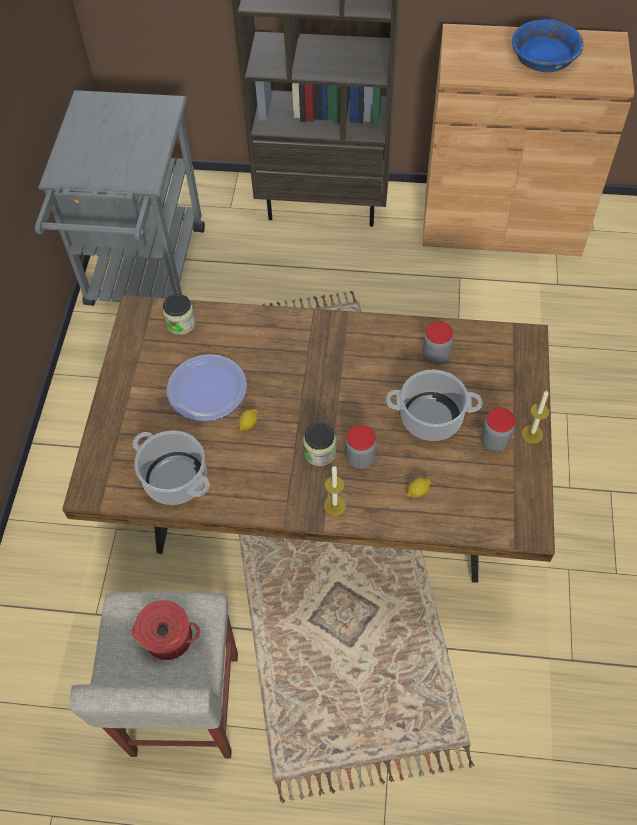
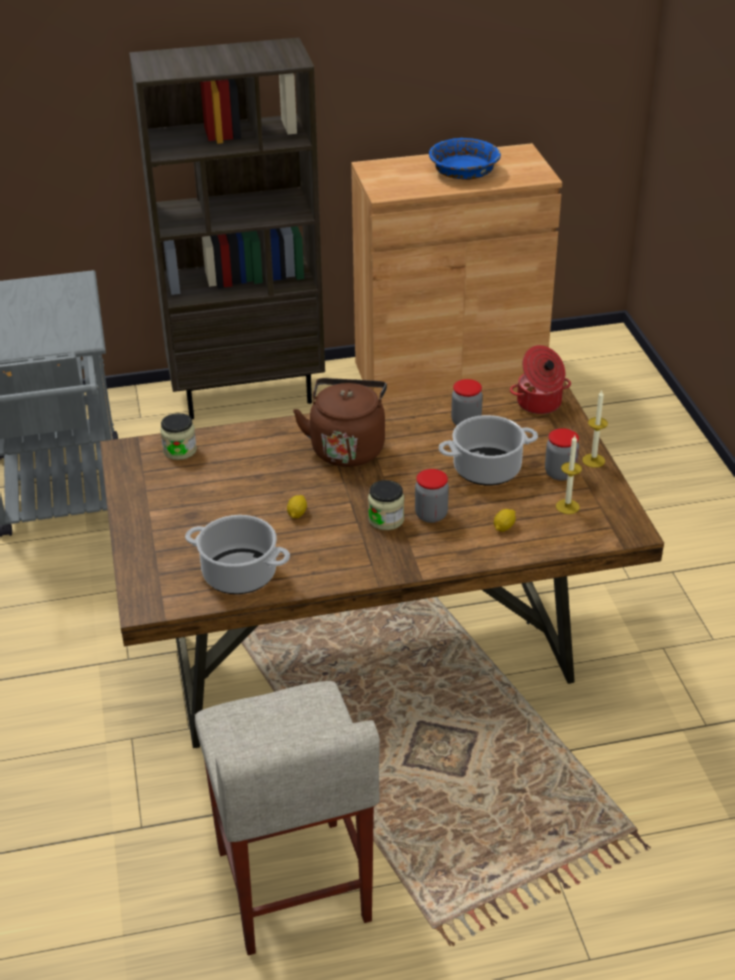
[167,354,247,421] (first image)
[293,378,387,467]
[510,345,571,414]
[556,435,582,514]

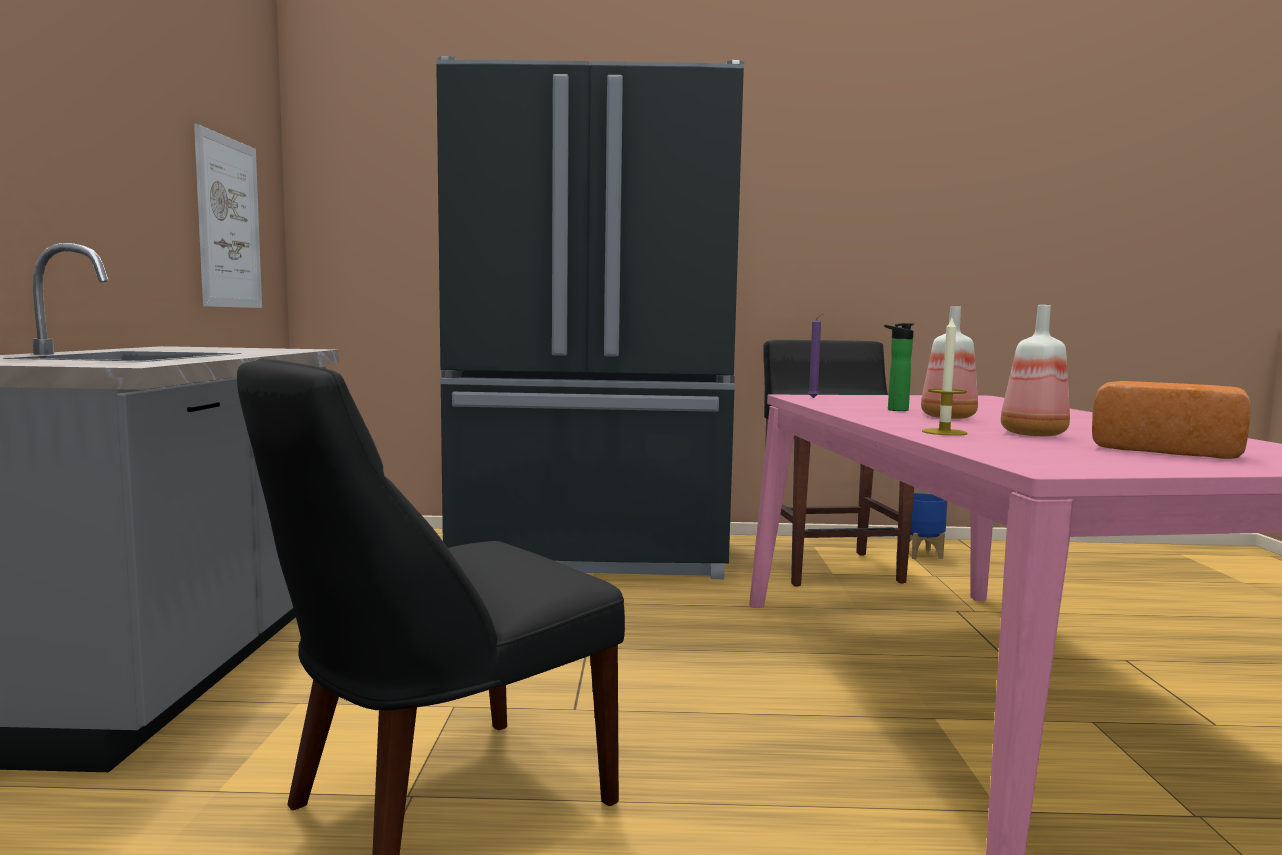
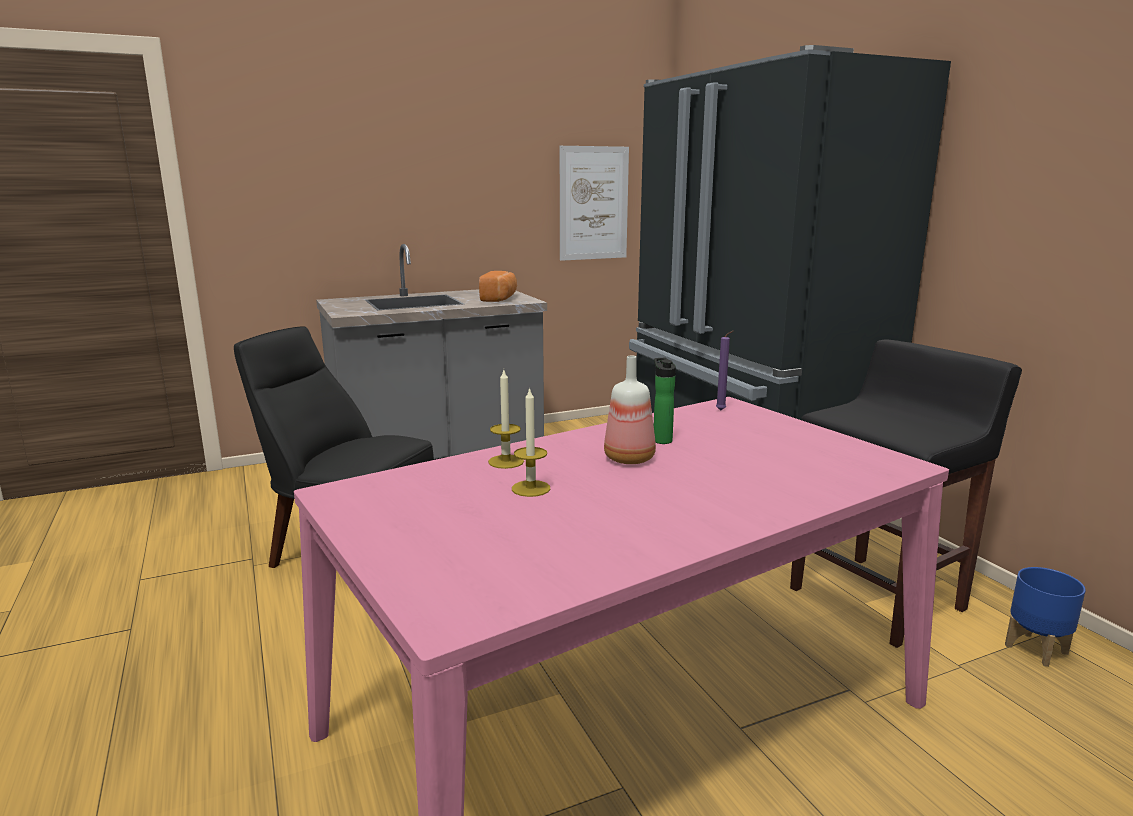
[479,271,517,302]
[512,387,550,497]

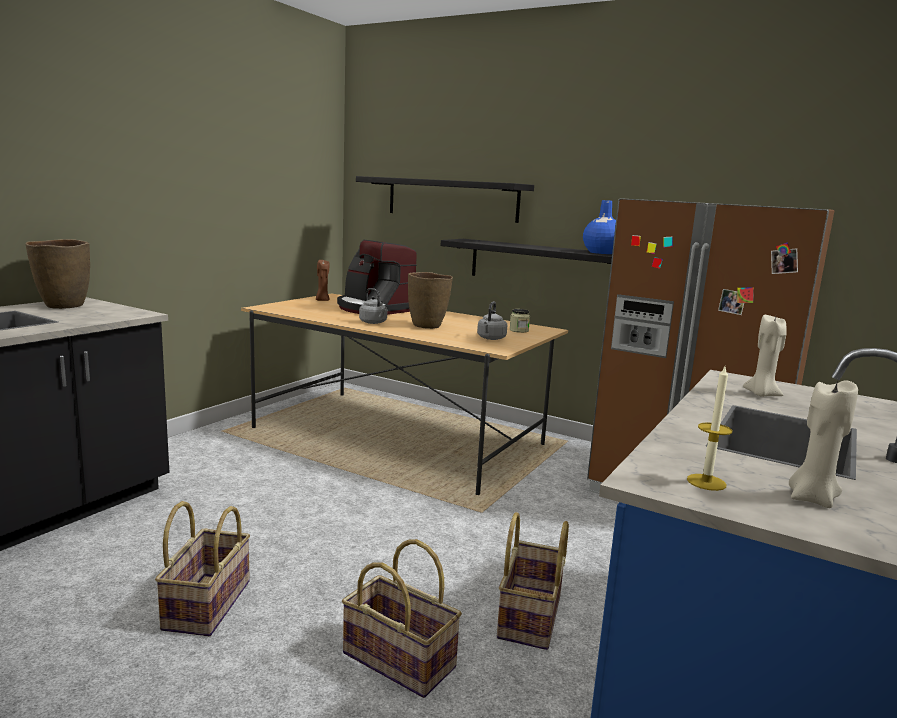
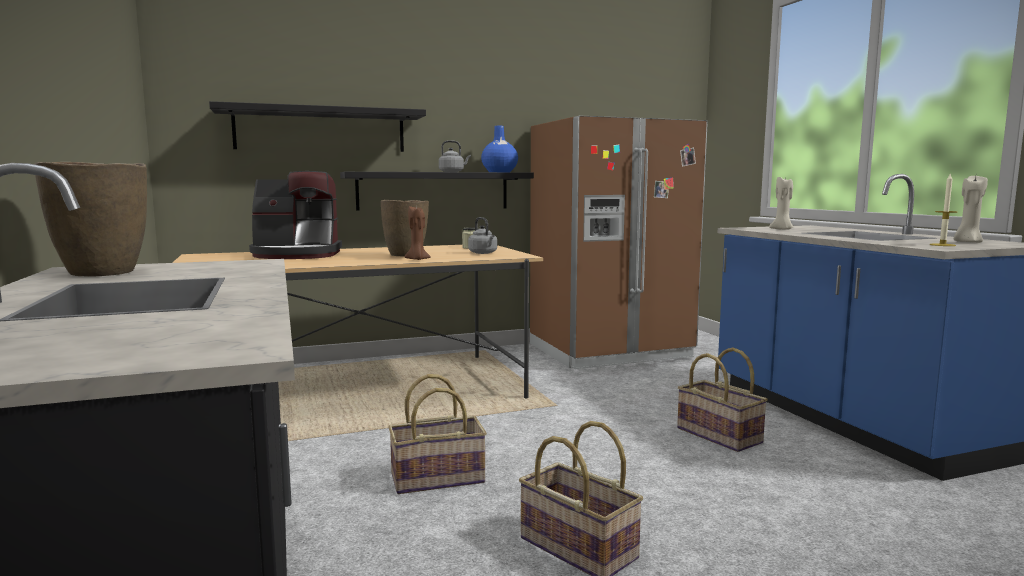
[405,205,431,260]
[388,374,487,494]
[439,140,471,172]

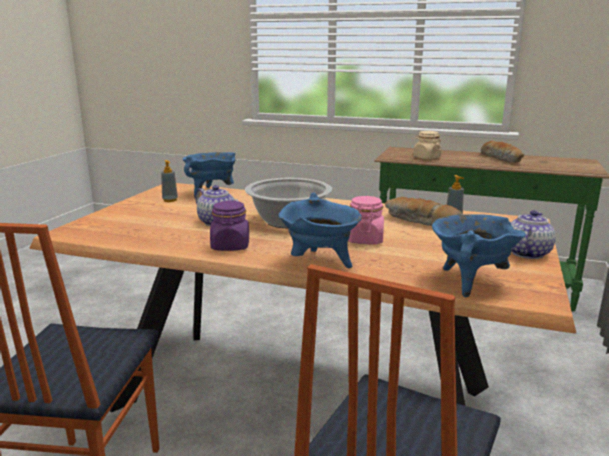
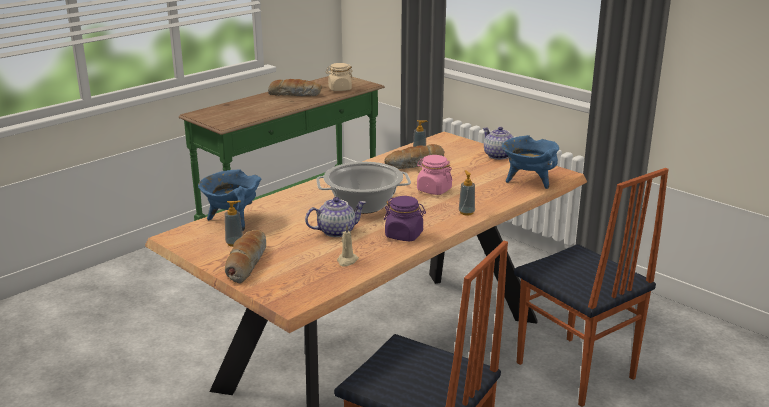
[225,230,266,284]
[337,225,359,267]
[325,63,354,91]
[459,170,475,216]

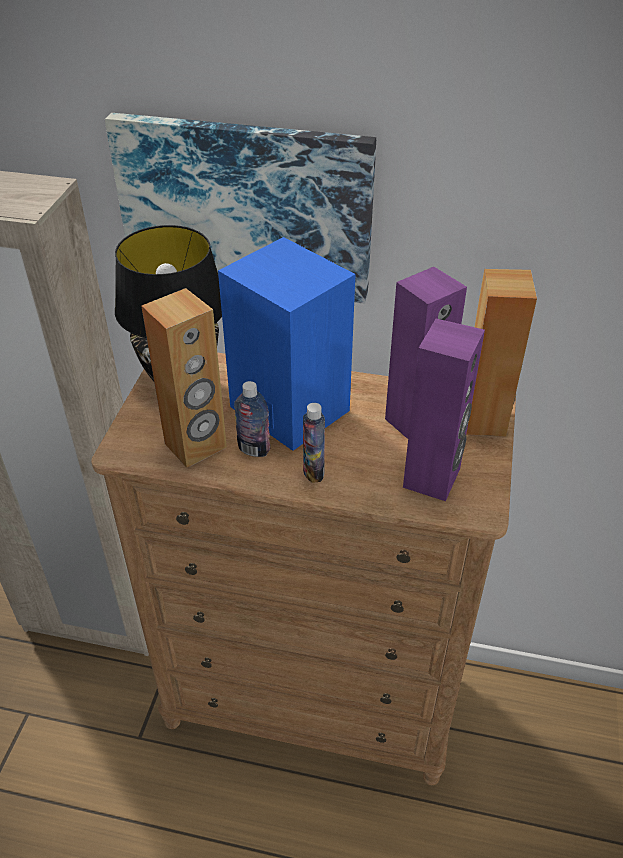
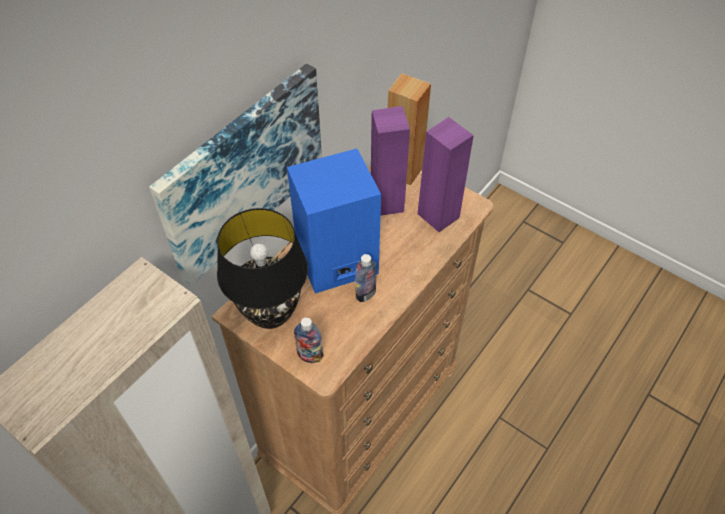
[141,288,227,468] (first image)
[294,317,323,363]

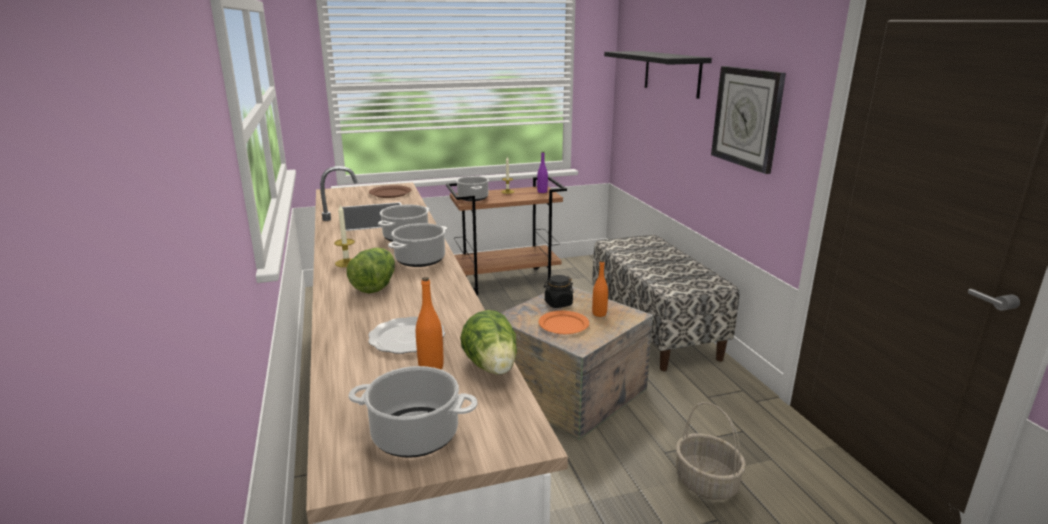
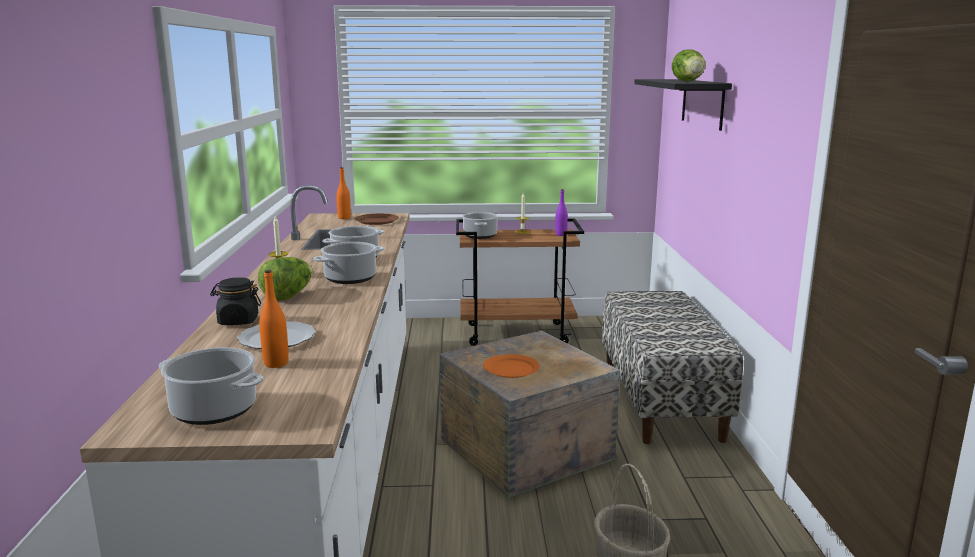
[711,66,786,174] (first image)
[672,49,705,81]
[210,277,261,325]
[336,167,351,219]

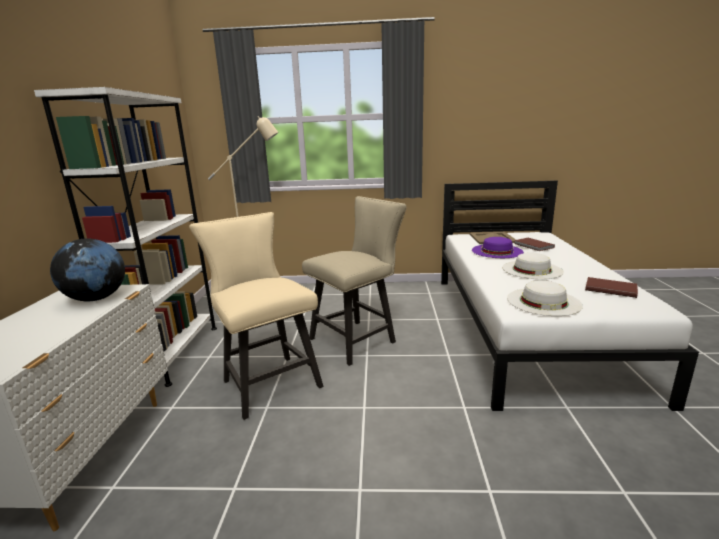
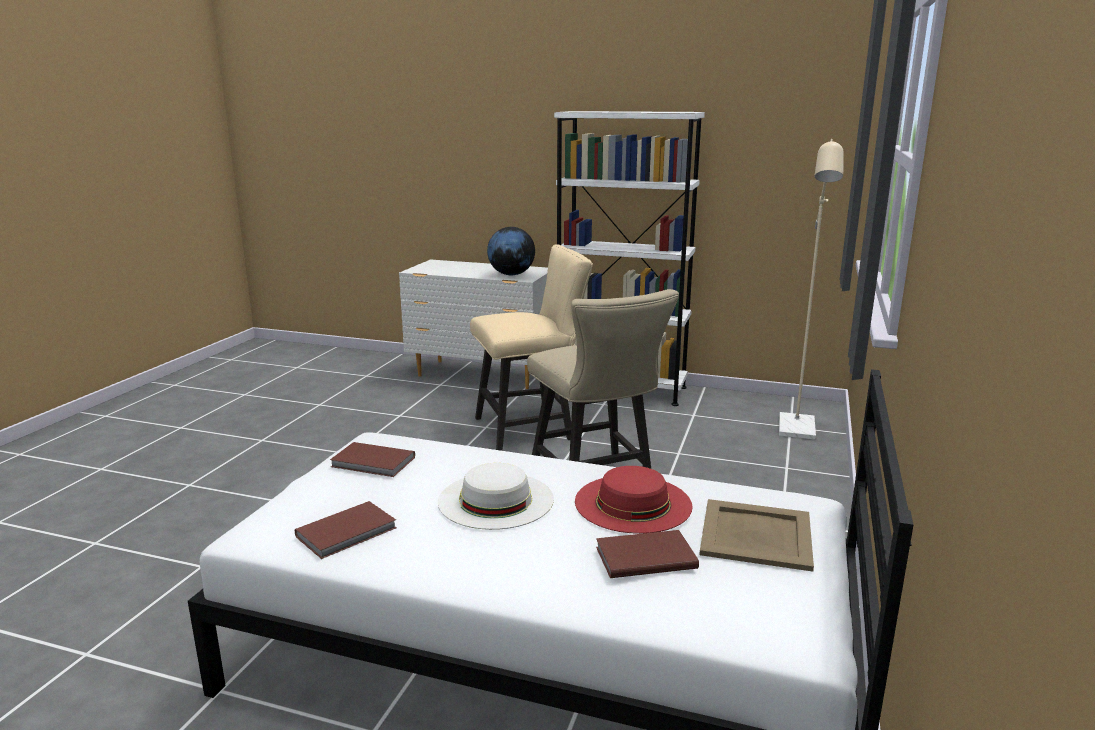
[330,442,415,477]
[575,466,693,534]

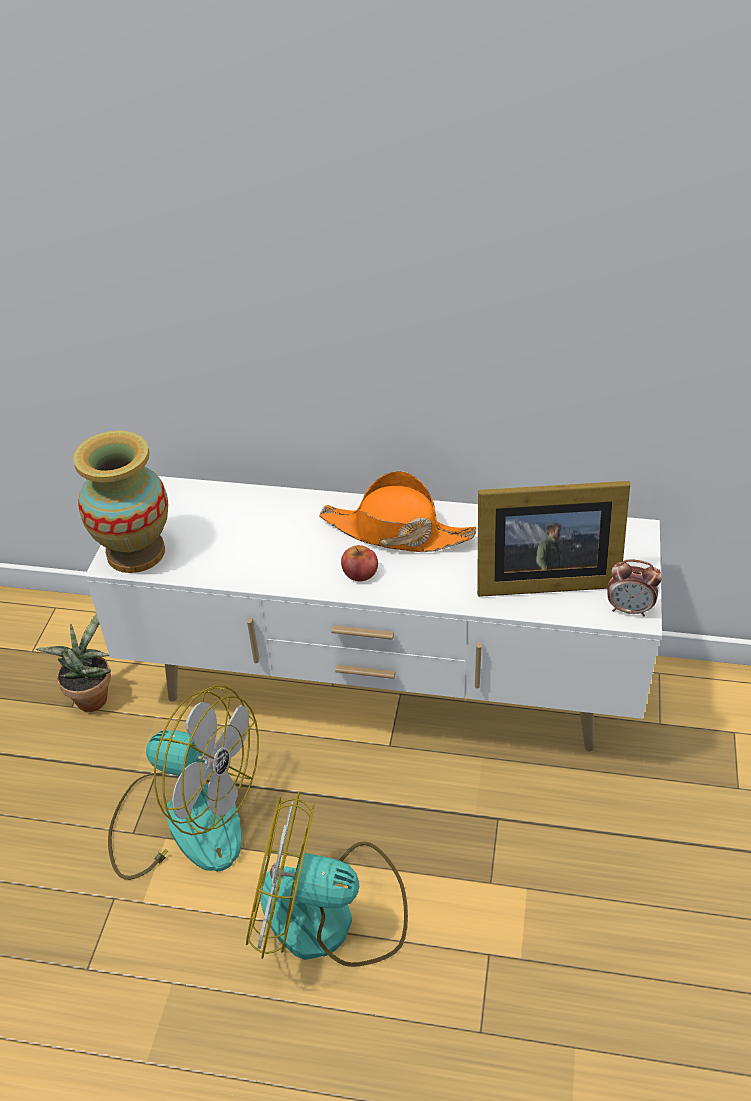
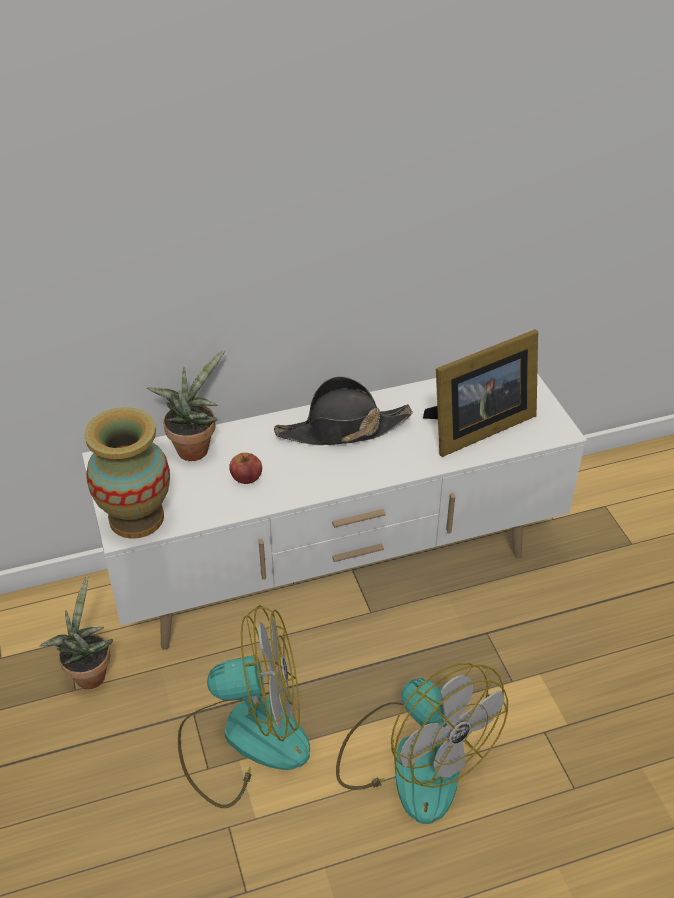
[607,560,662,617] (first image)
[147,349,226,461]
[229,453,262,484]
[274,376,413,445]
[336,663,508,824]

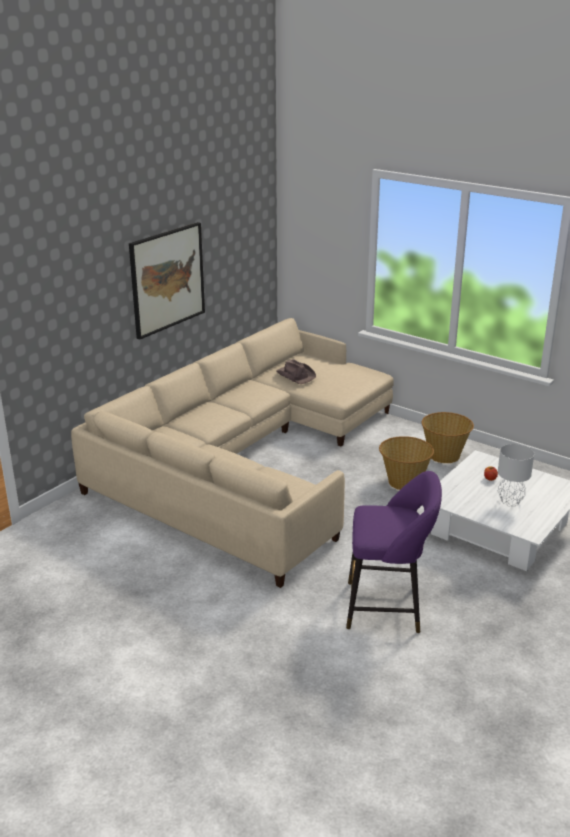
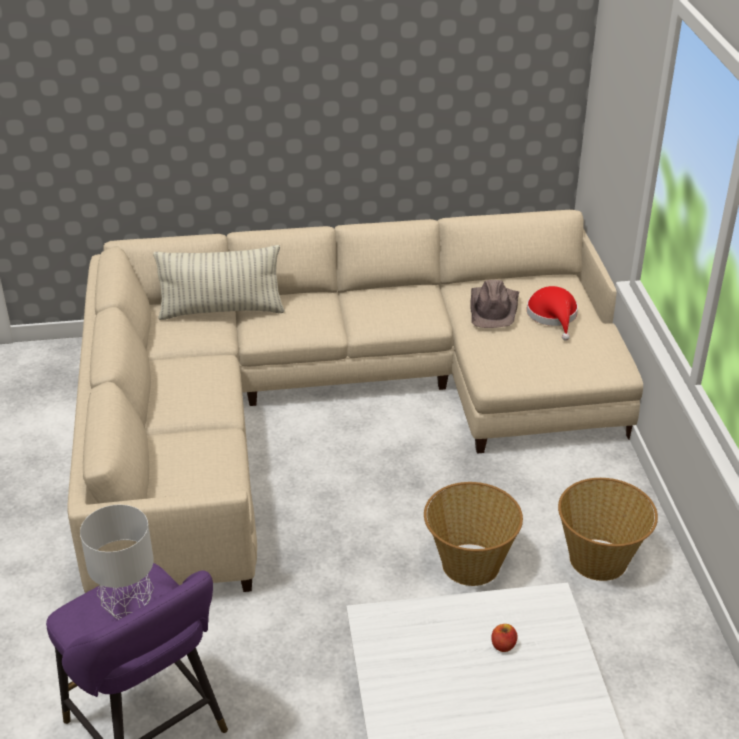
[129,222,205,340] (first image)
[153,245,285,320]
[527,286,578,341]
[80,505,154,620]

